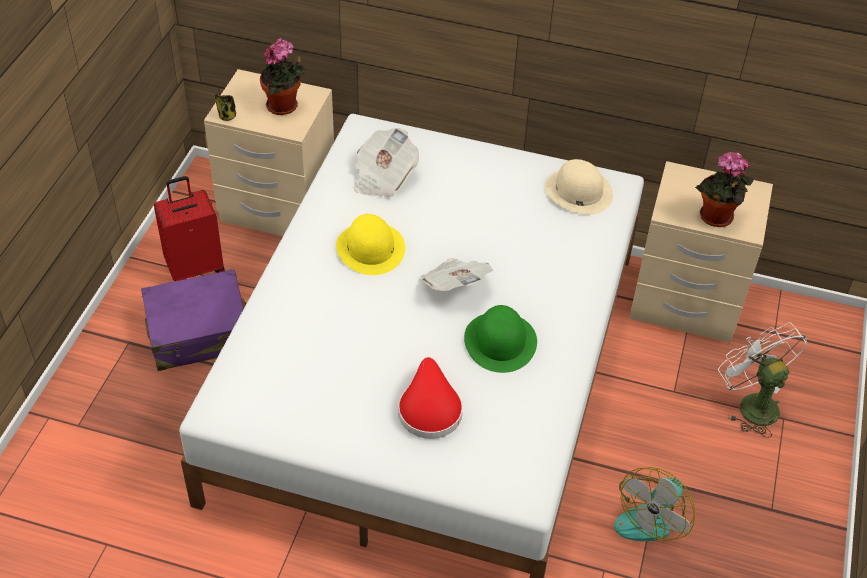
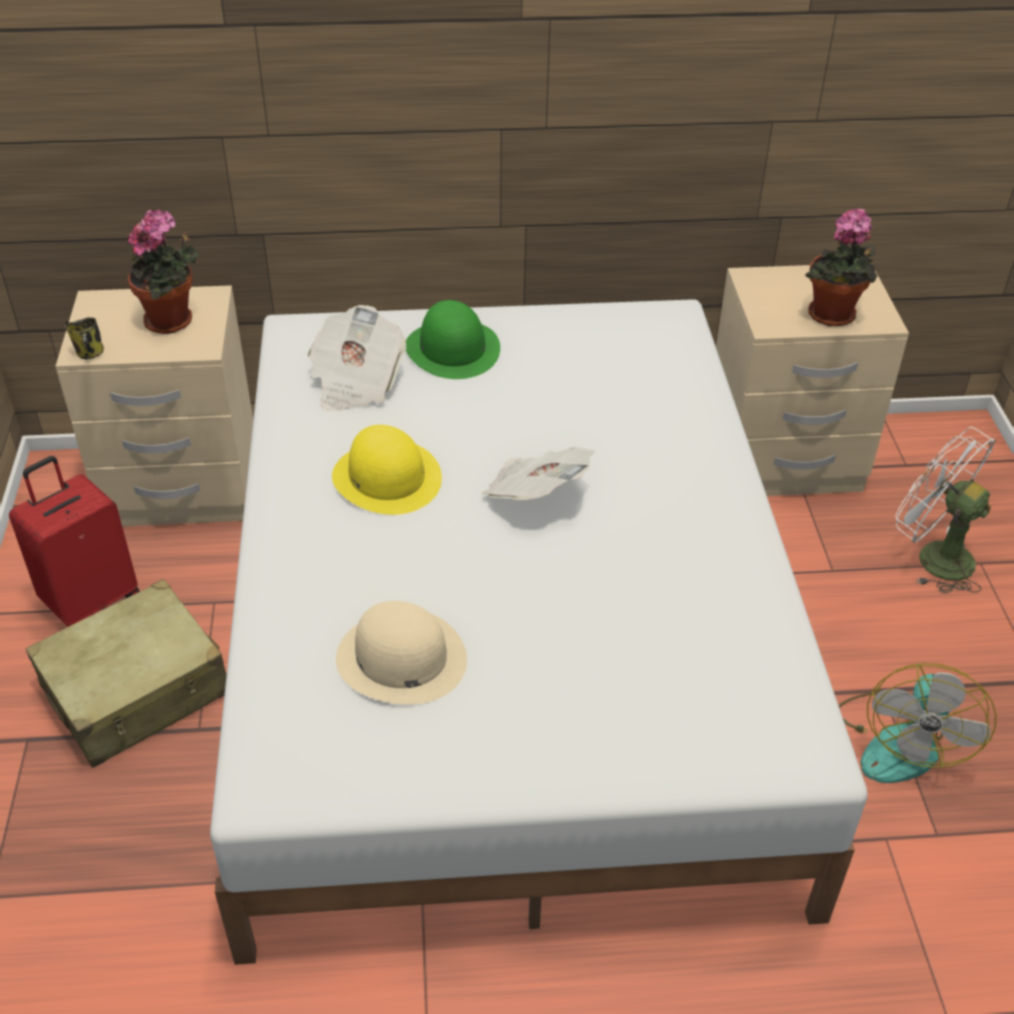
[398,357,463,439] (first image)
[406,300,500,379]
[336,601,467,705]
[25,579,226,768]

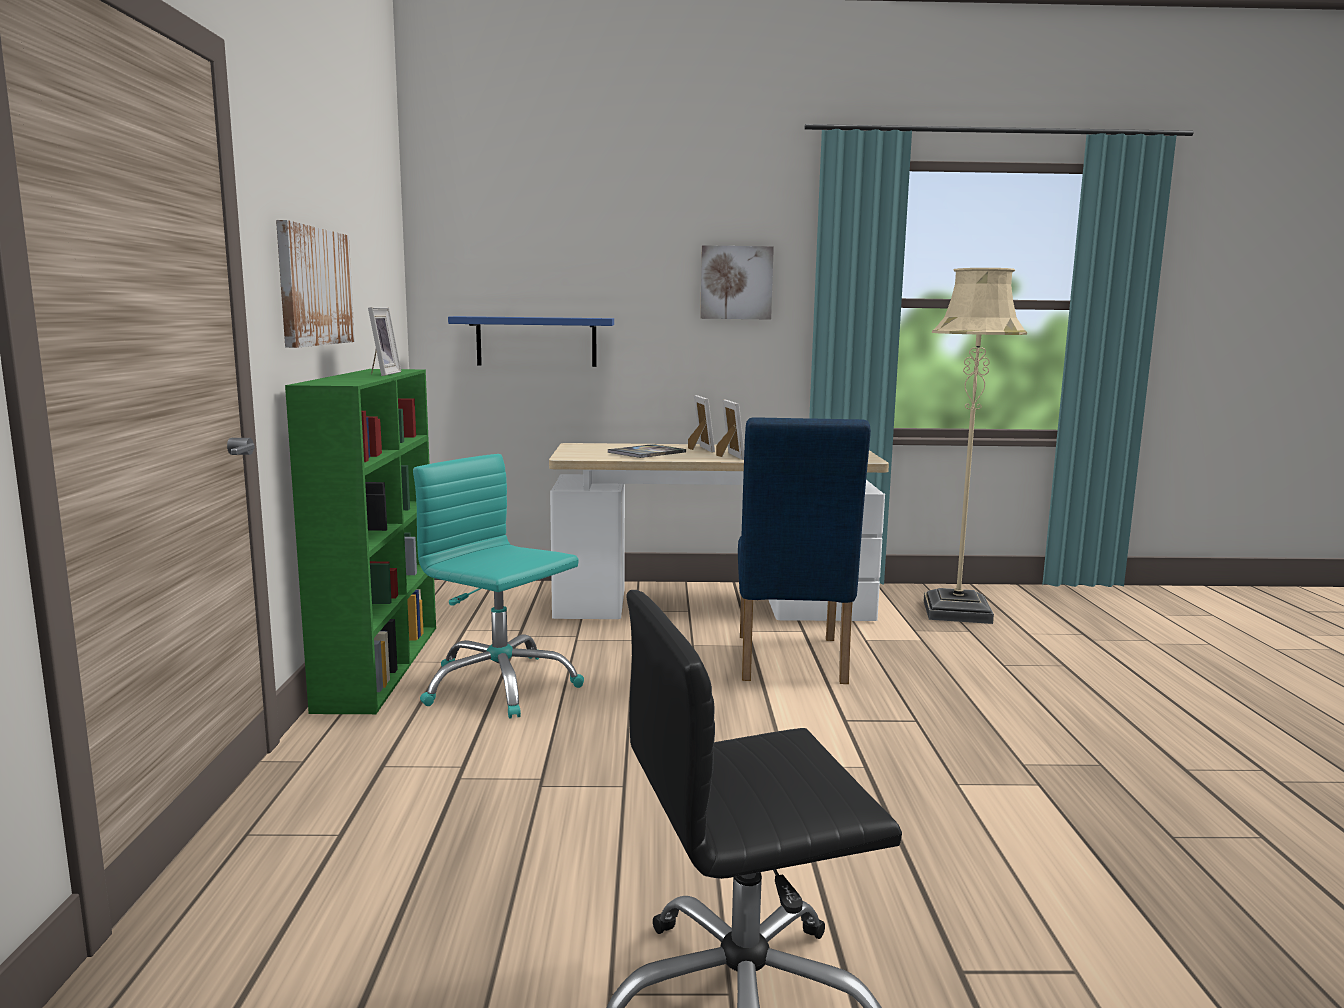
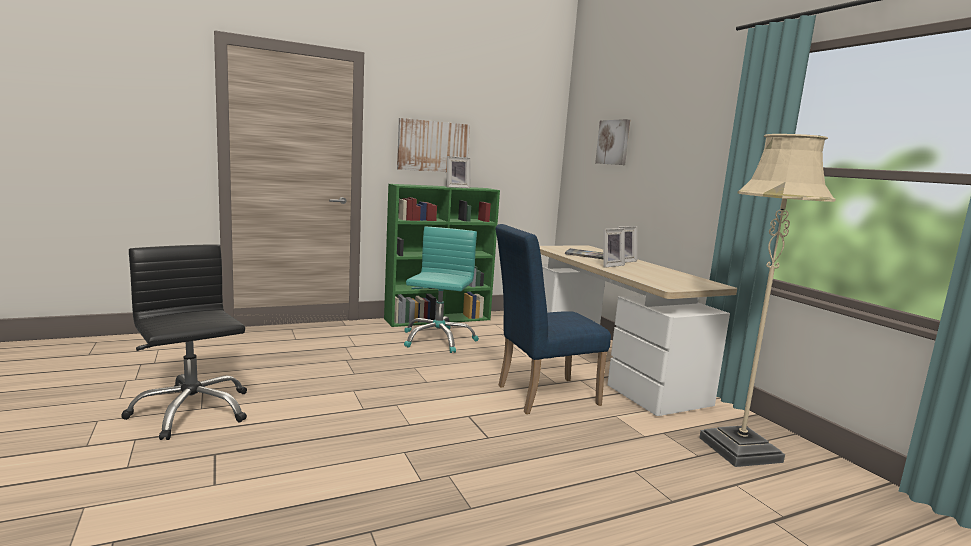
[448,316,614,367] (first image)
[595,119,630,165]

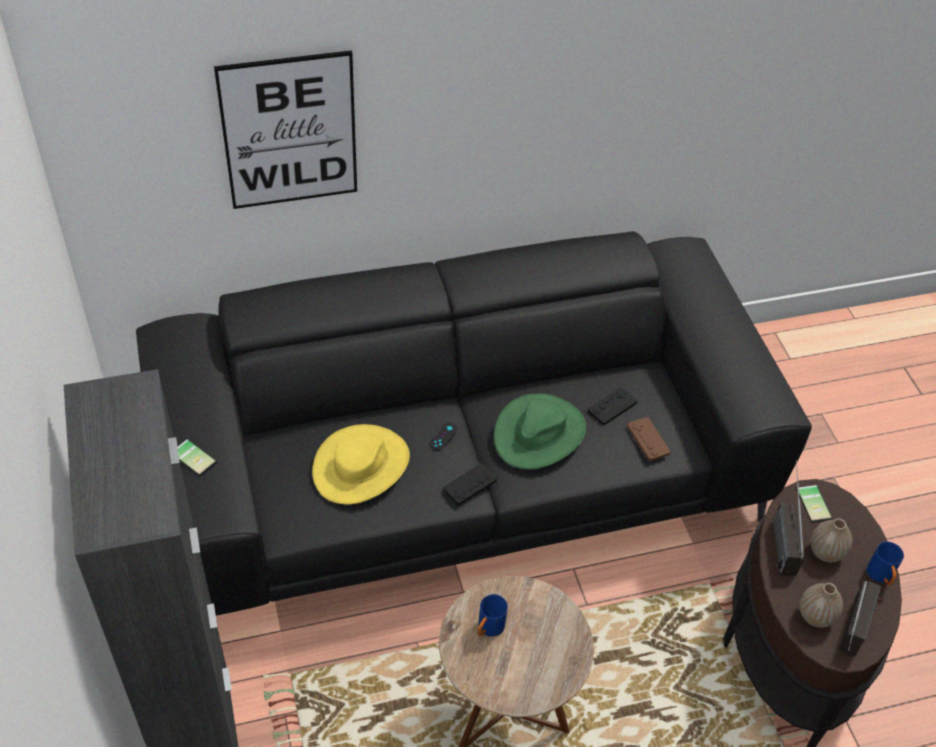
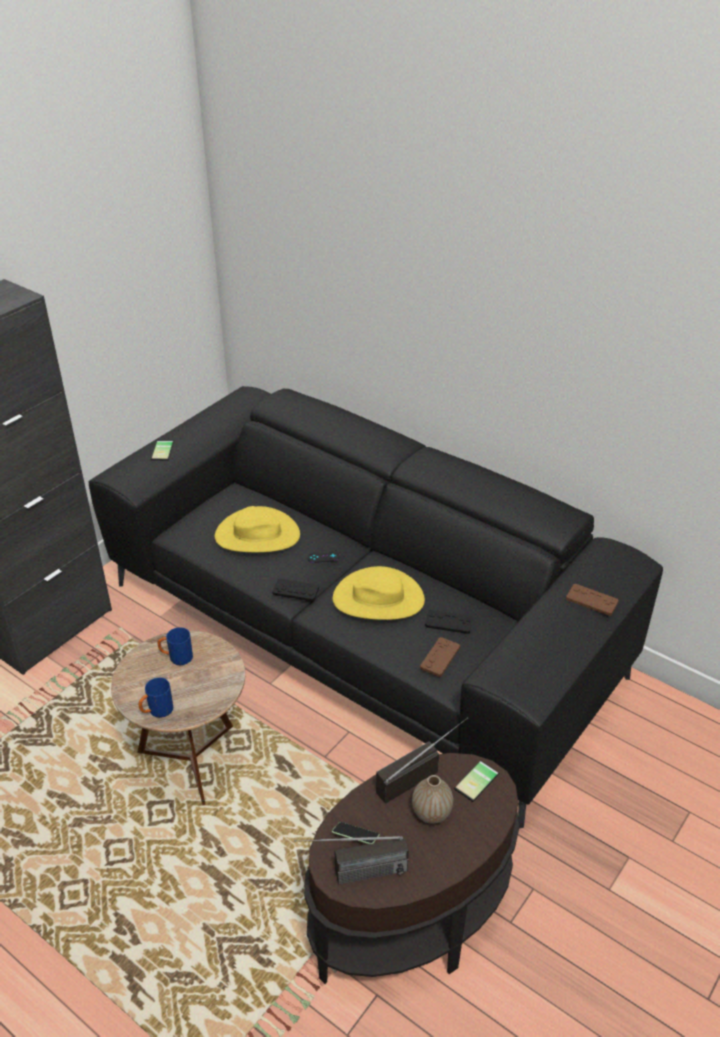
[214,50,357,209] (first image)
[566,584,619,616]
[139,678,173,718]
[332,822,379,844]
[333,566,425,620]

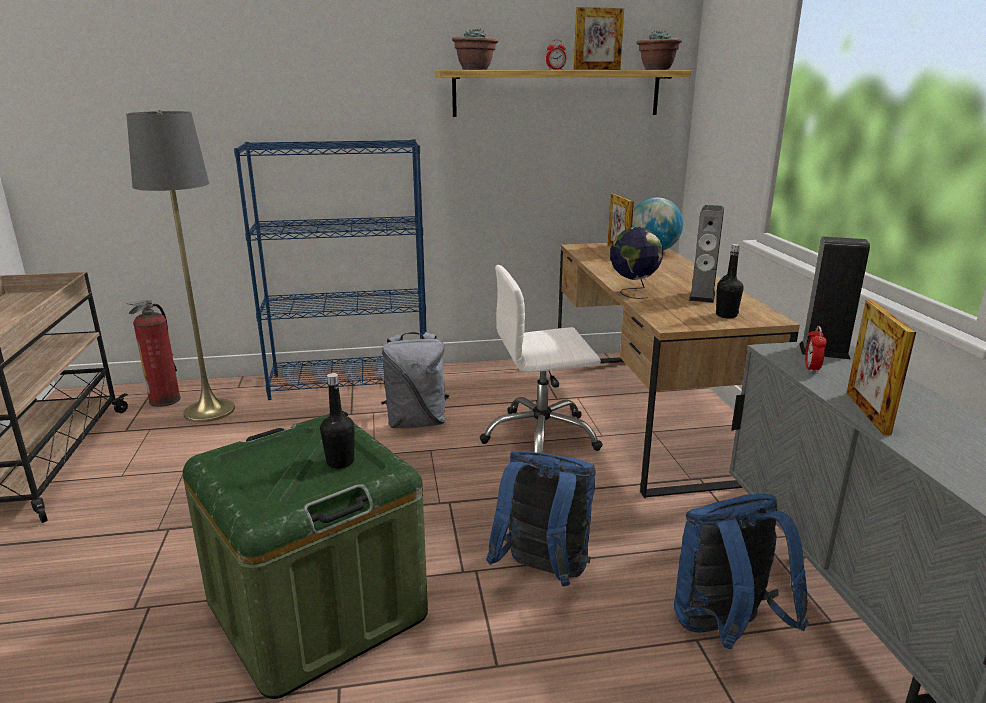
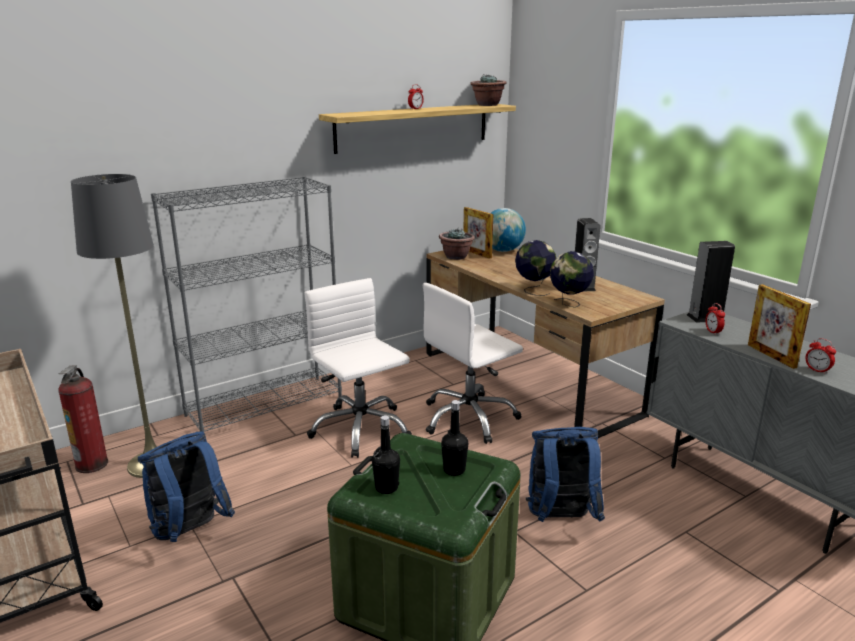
[574,7,624,70] (first image)
[550,251,594,308]
[806,338,836,374]
[439,228,475,260]
[138,431,235,542]
[372,416,400,494]
[304,278,412,458]
[151,176,342,432]

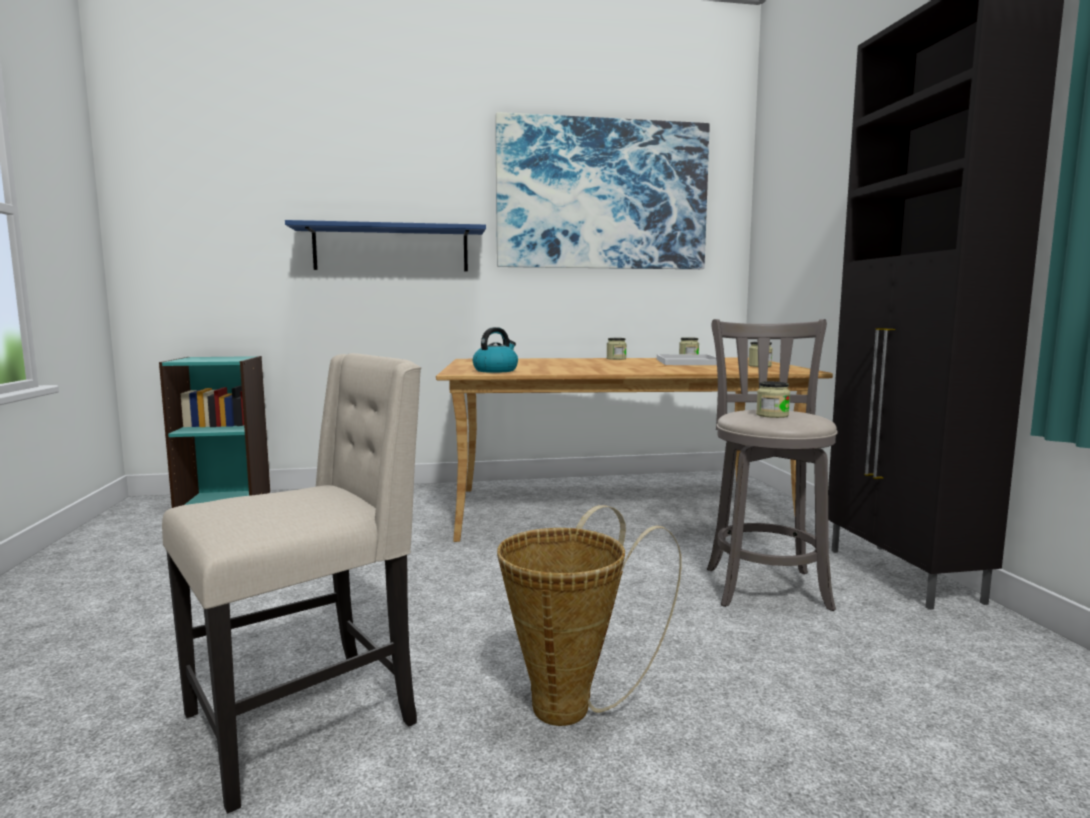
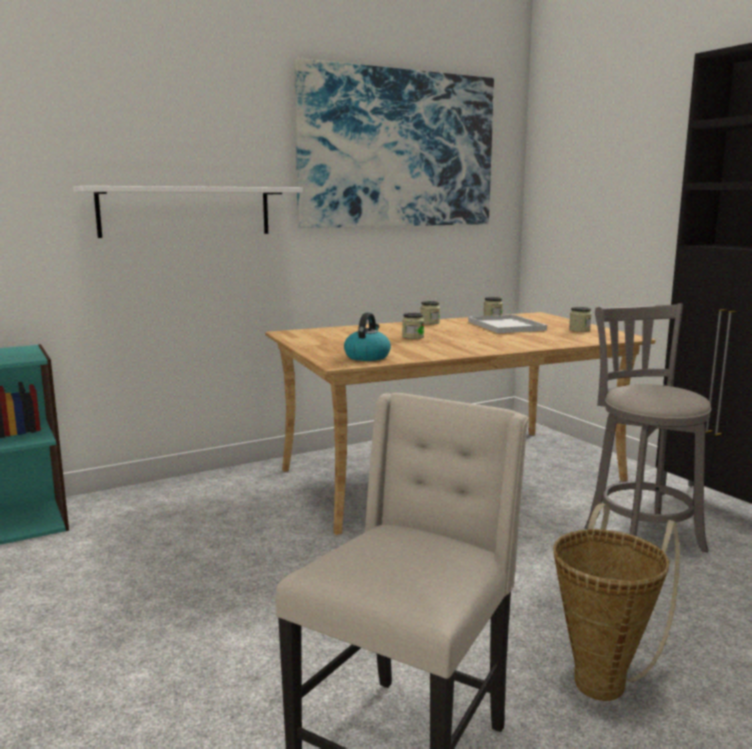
[402,313,424,339]
[73,186,303,238]

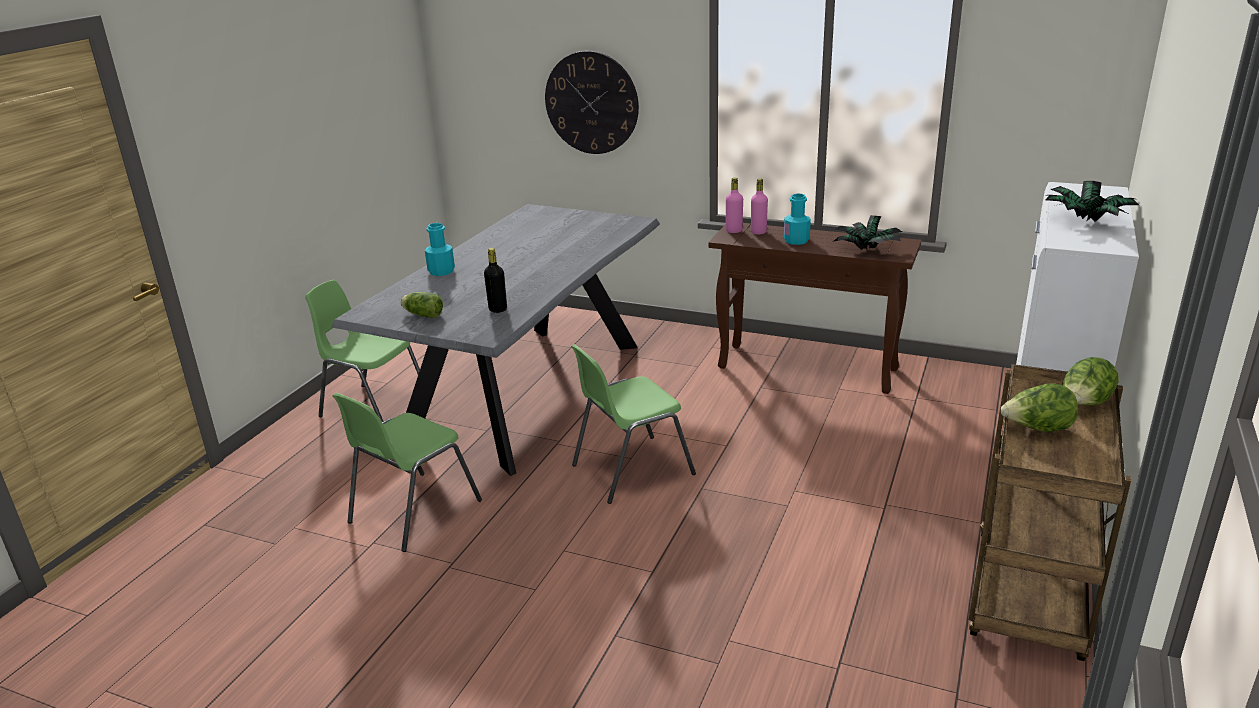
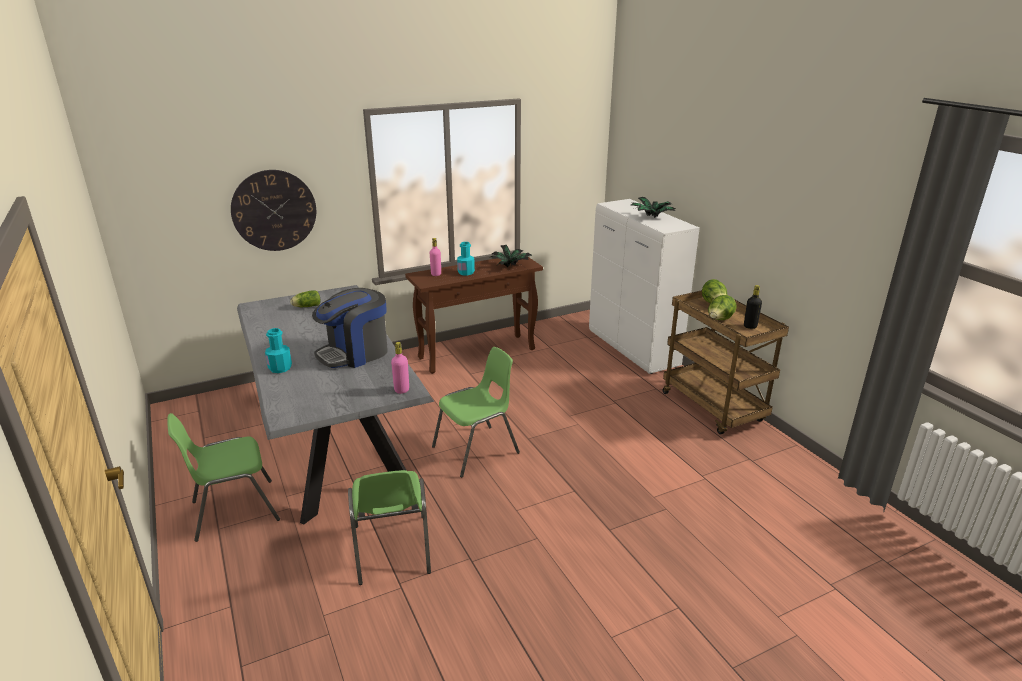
[312,288,388,368]
[290,290,321,307]
[744,285,762,329]
[391,342,409,394]
[432,347,520,478]

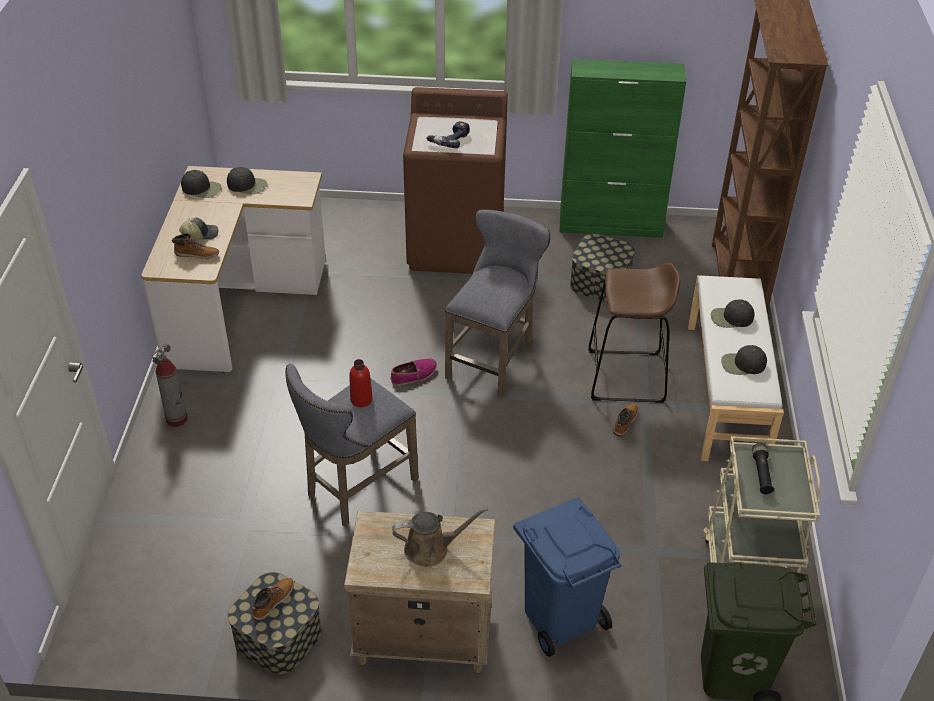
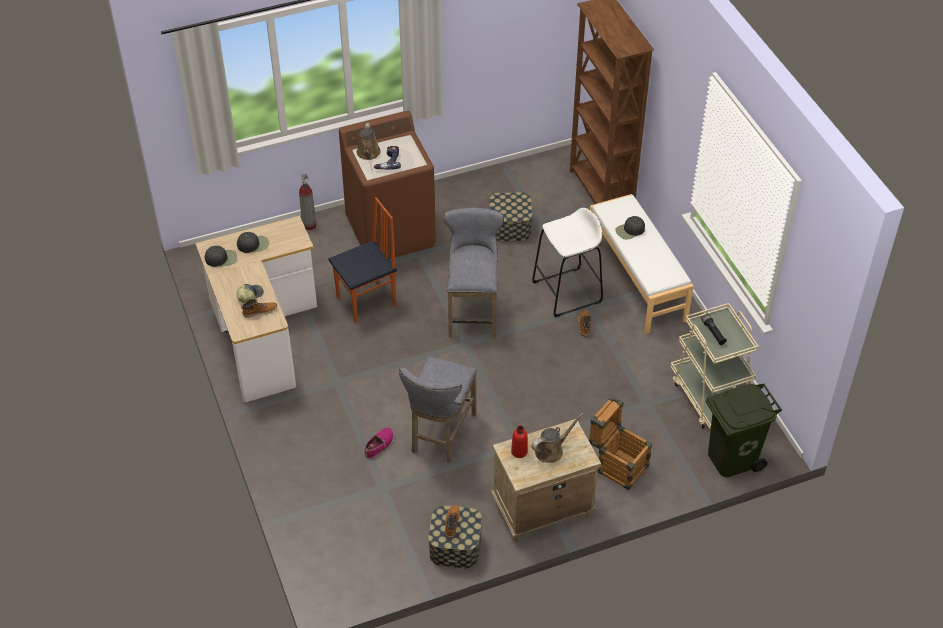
[559,59,686,238] (first image)
[721,345,767,375] (first image)
[328,197,397,324]
[357,123,381,160]
[299,174,316,230]
[511,426,528,458]
[365,428,394,459]
[589,395,652,490]
[532,208,603,317]

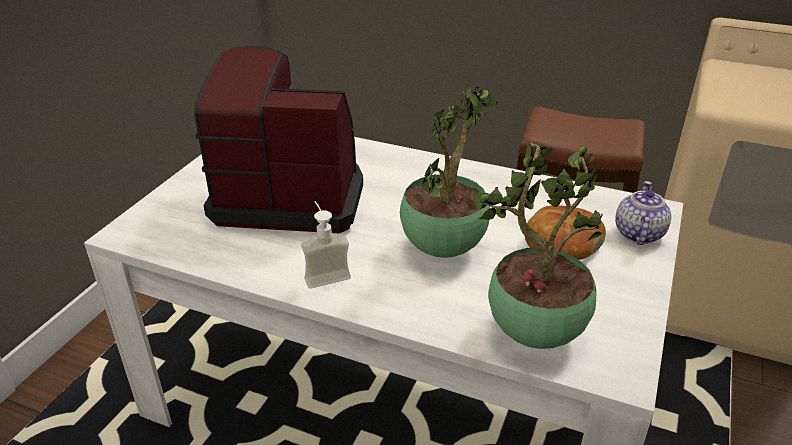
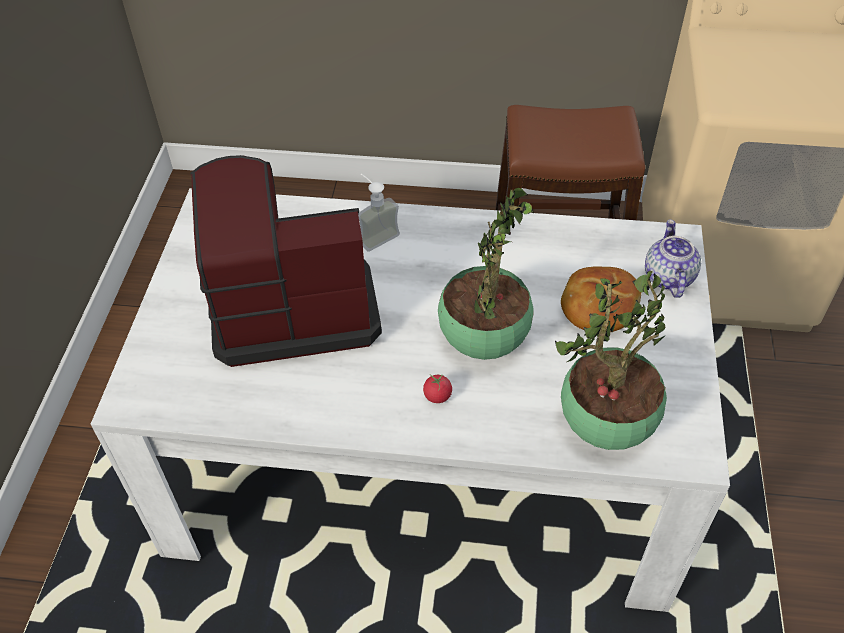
[423,374,452,403]
[358,174,400,252]

